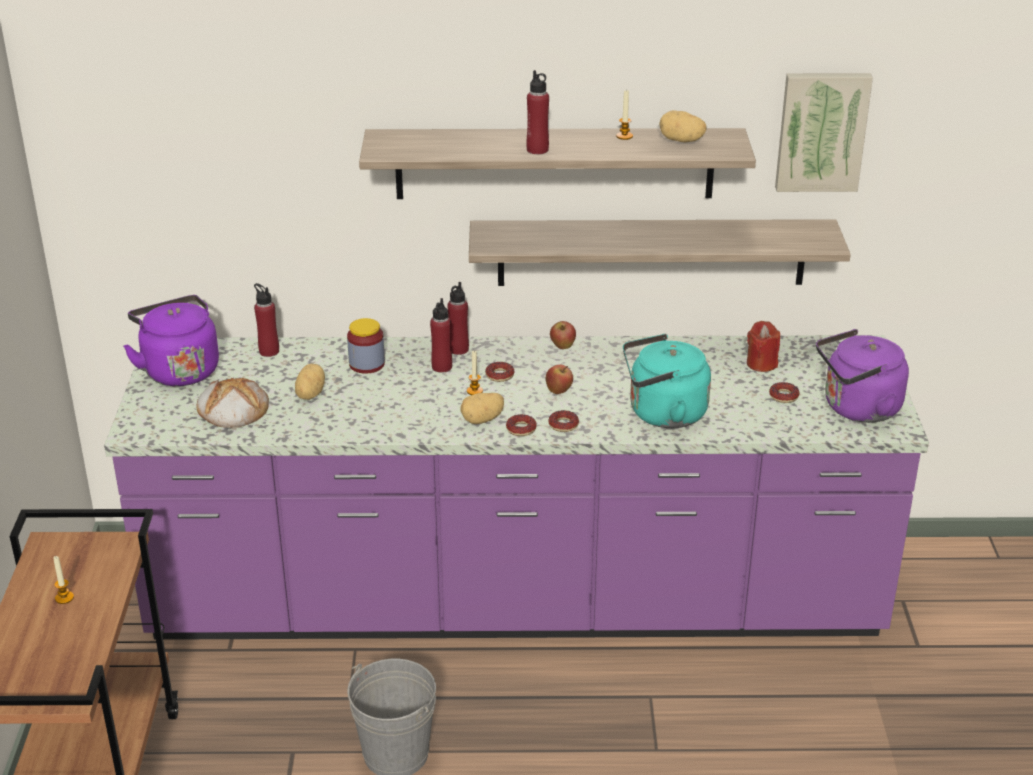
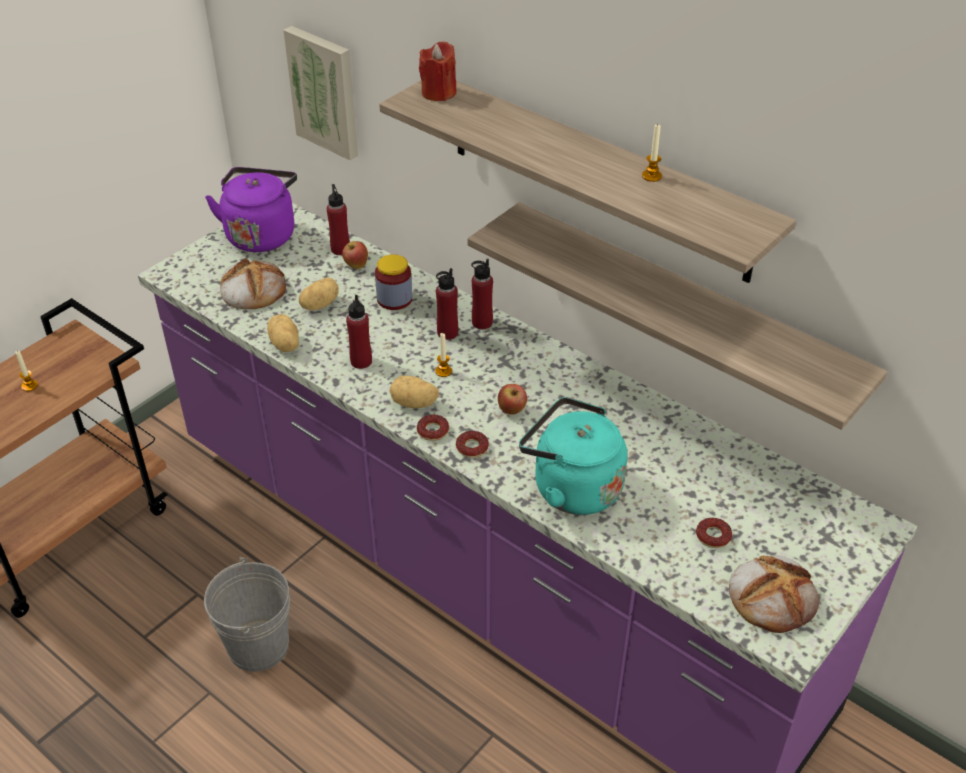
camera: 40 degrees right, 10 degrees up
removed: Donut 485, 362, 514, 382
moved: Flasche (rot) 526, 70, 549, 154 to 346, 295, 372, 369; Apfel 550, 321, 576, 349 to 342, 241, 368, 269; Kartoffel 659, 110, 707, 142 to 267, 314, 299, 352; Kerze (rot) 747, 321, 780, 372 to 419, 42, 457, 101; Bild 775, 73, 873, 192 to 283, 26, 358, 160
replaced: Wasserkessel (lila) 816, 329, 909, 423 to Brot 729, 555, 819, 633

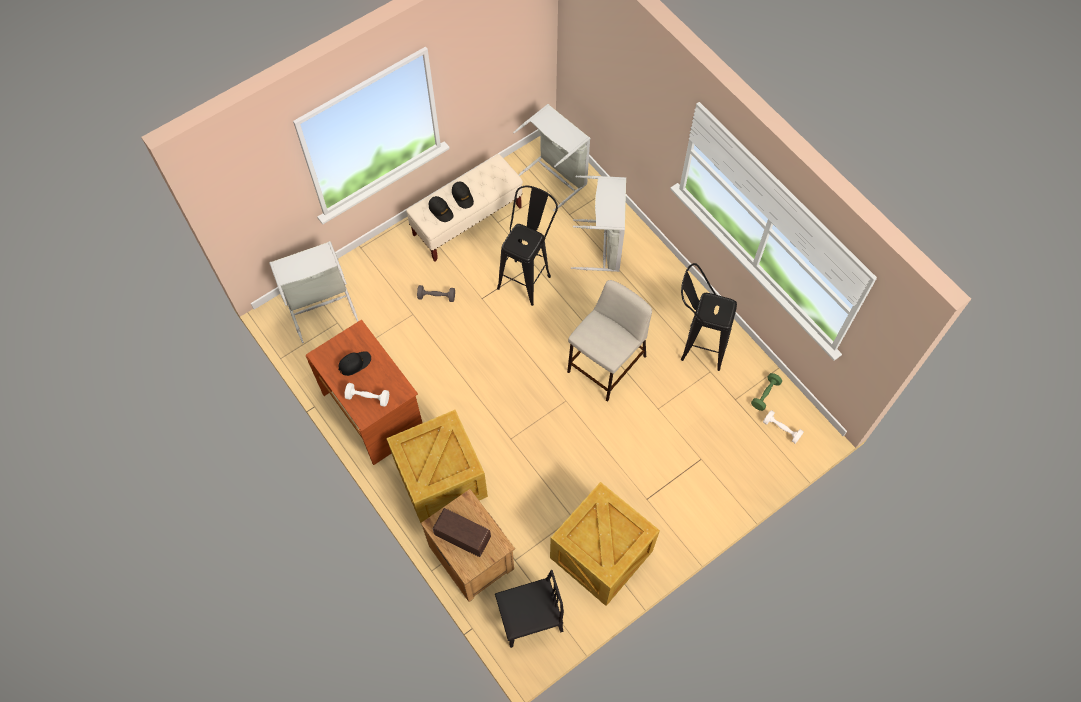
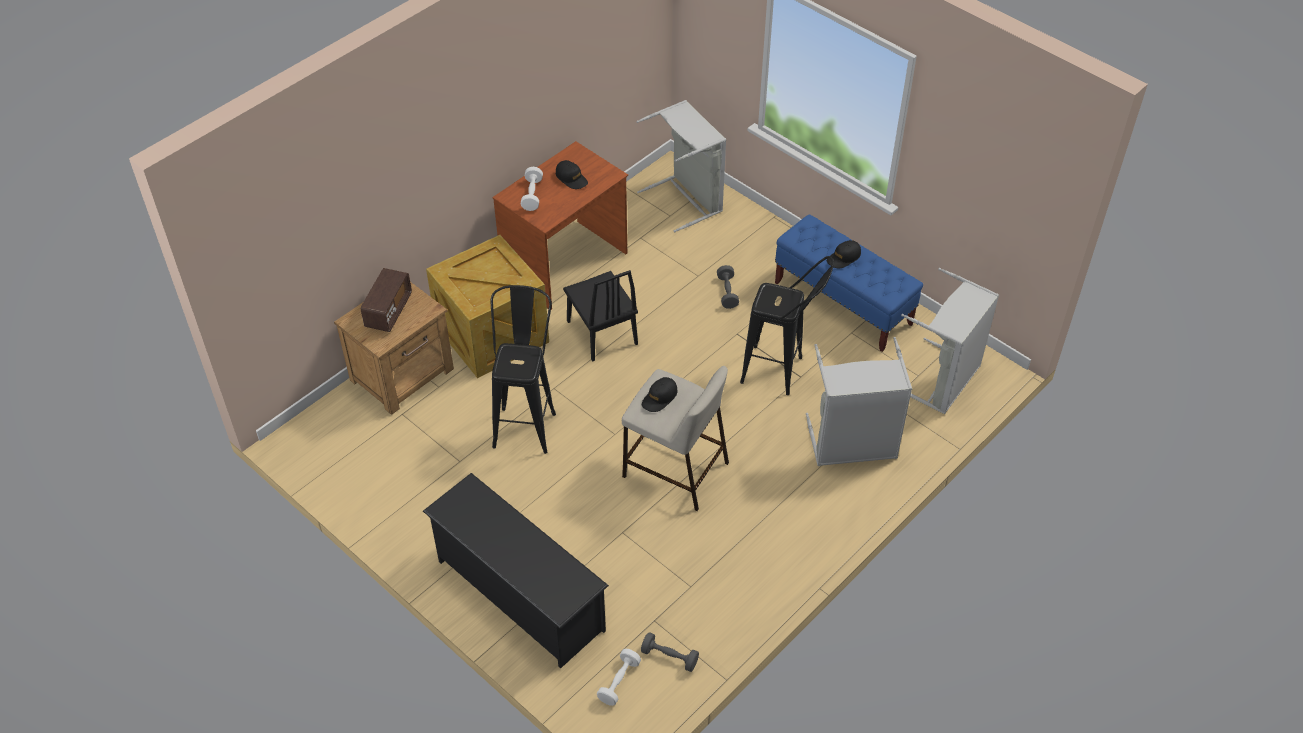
camera: 80 degrees right, 15 degrees down
removed: Kiste 550, 482, 660, 606
added: Schuhregal (schwarz) 423, 473, 609, 668
moved: Kappe (schwarz) 429, 196, 453, 222 to 642, 377, 677, 412; Stuhl (schwarz) 495, 570, 564, 648 to 563, 270, 638, 361; Hocker (schwarz) 681, 263, 737, 371 to 491, 285, 556, 454
recoloured: Bank (beige) 406, 154, 523, 262 to Bank (blau) 775, 215, 923, 352; Hantel (grün) 751, 373, 782, 411 to Hantel (grau) 641, 632, 699, 672

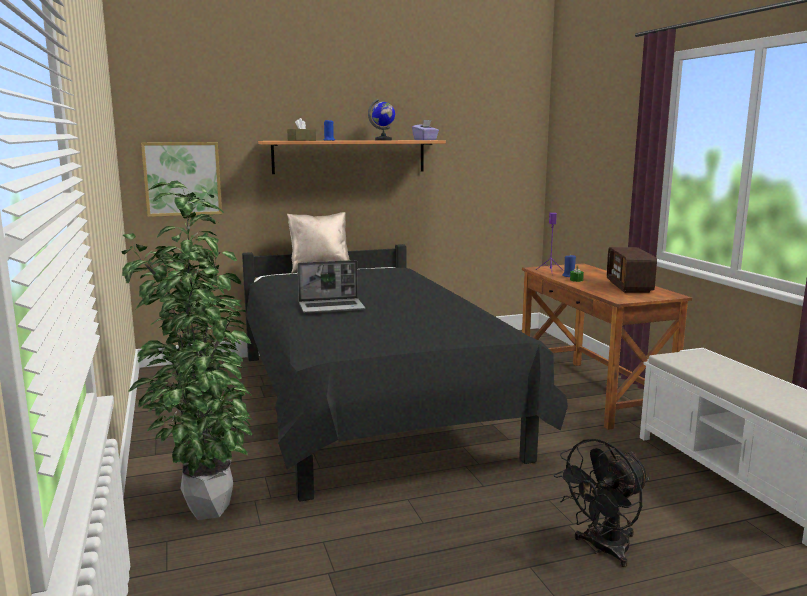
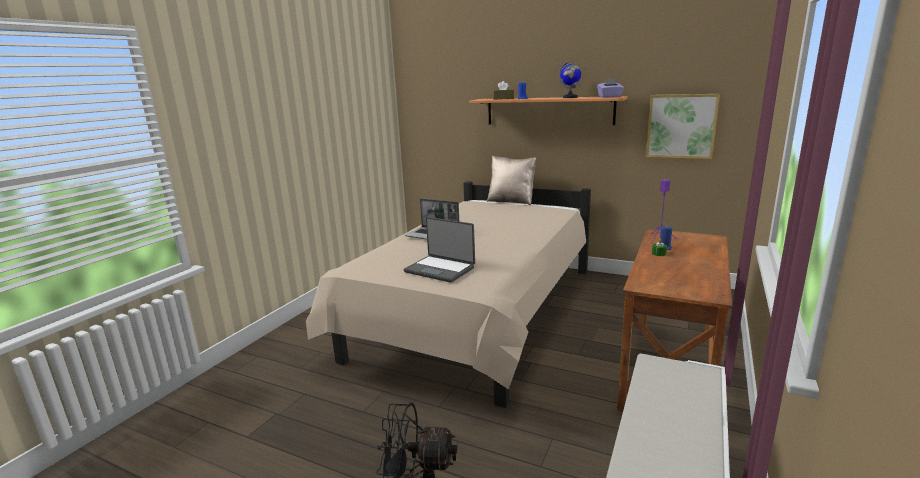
camera: 45 degrees right, 5 degrees up
removed: Topfpflanze 121, 180, 252, 520; Radio 607, 247, 657, 293
added: Laptop 404, 217, 475, 283
moved: Bild 141, 142, 222, 217 to 646, 94, 720, 159
recoloured: Bett (schwarz) 242, 244, 568, 502 to Bett (beige) 306, 181, 591, 408

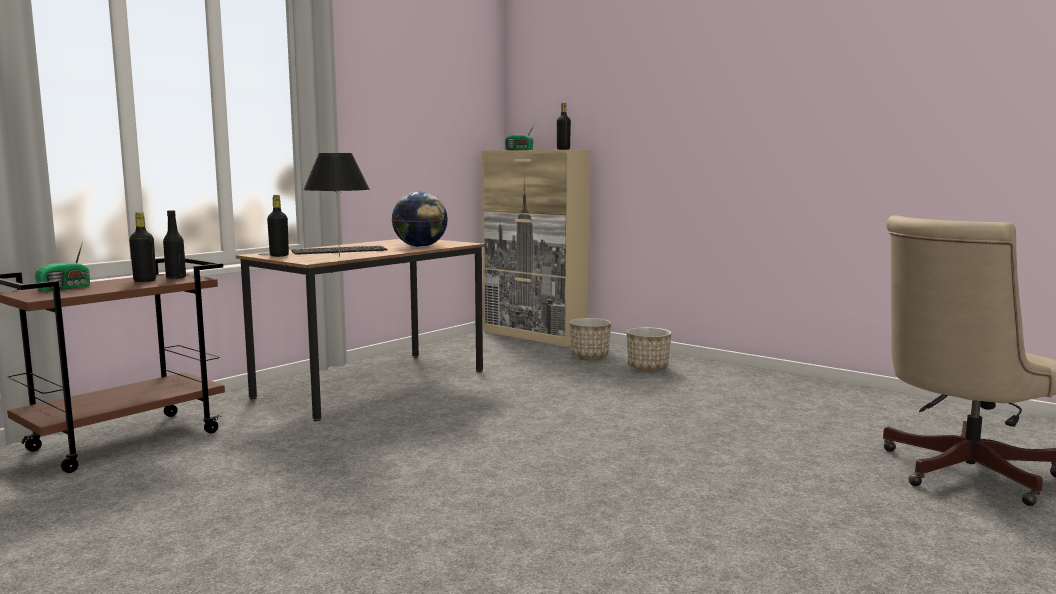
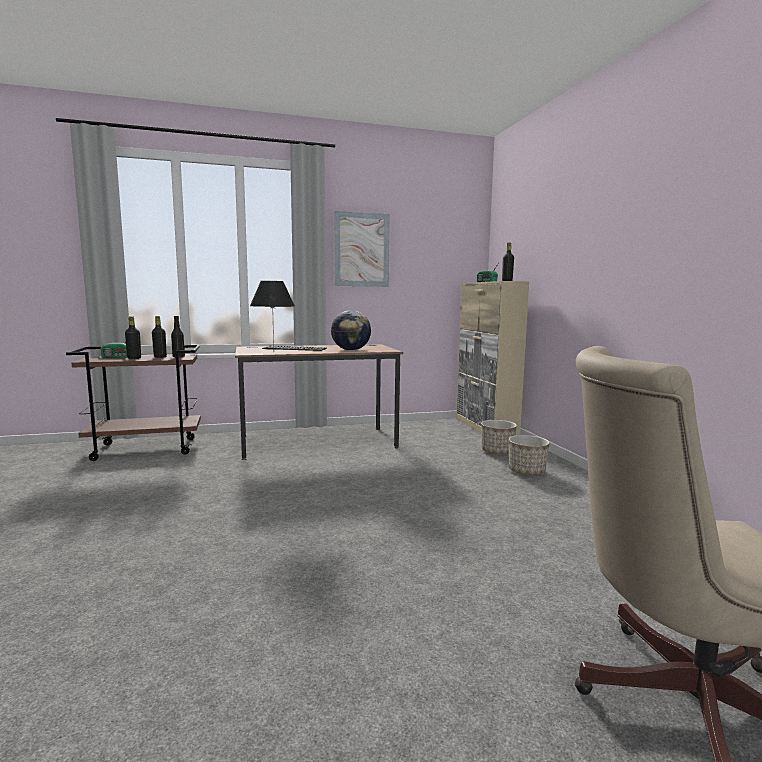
camera: 35 degrees right, 0 degrees up
added: Bild 334, 211, 390, 287
moved: Flasche (schwarz) 267, 195, 289, 257 to 125, 316, 141, 359

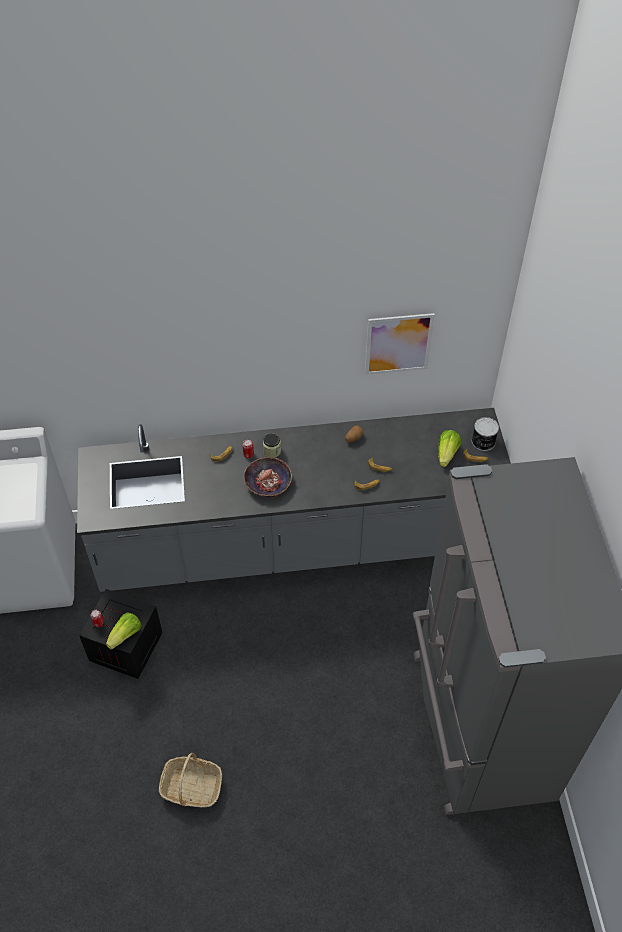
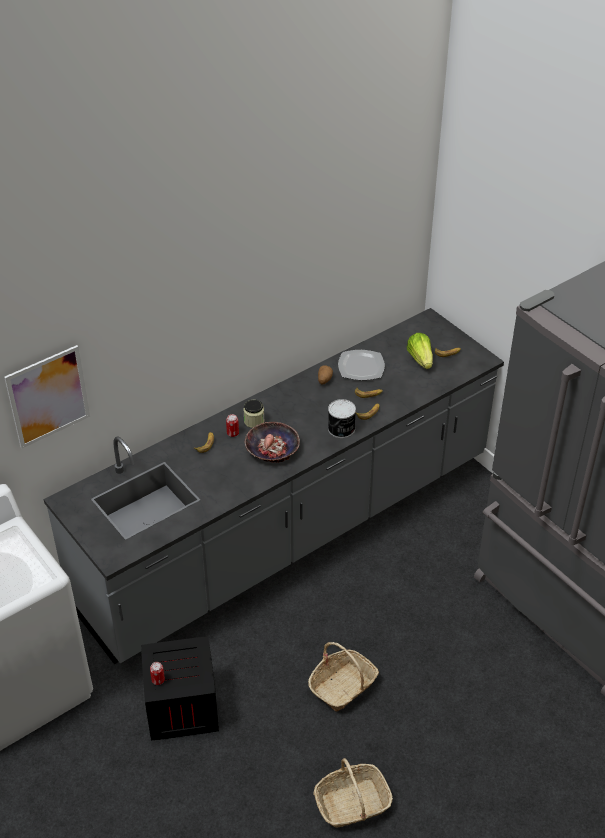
camera: 30 degrees left, 10 degrees down
removed: Salatkopf 106, 612, 142, 650
added: Korb 308, 642, 379, 712; Teller 338, 350, 385, 380
moved: Bild 365, 313, 435, 375 to 4, 345, 90, 448; Dose 472, 417, 499, 451 to 328, 399, 356, 438

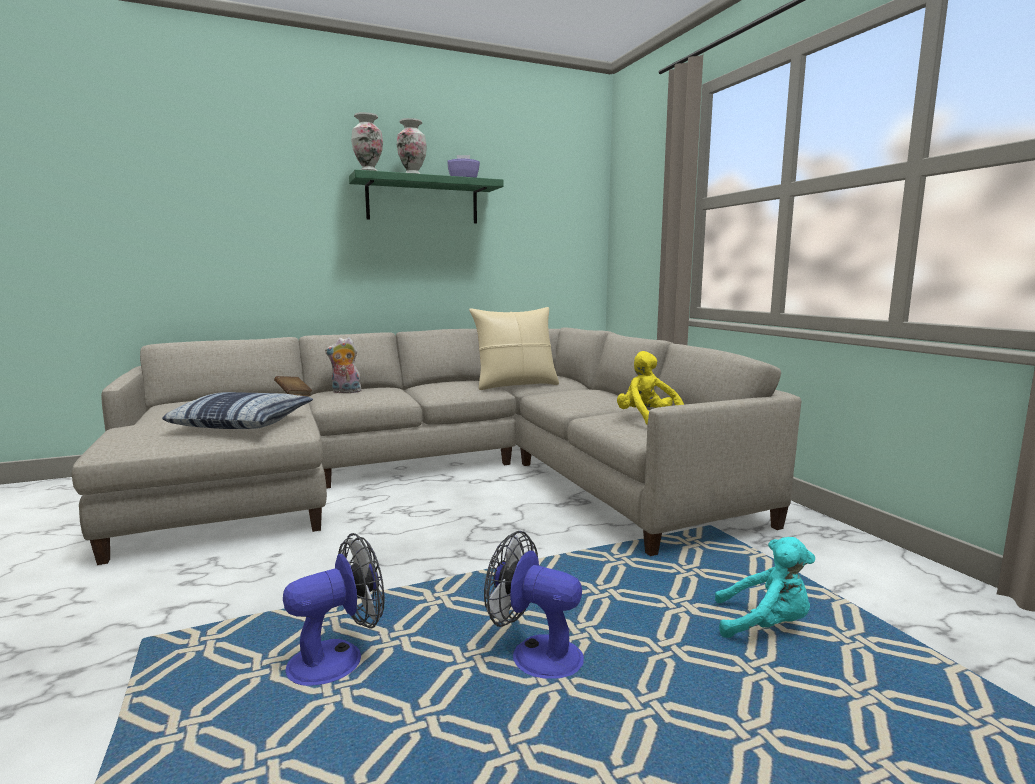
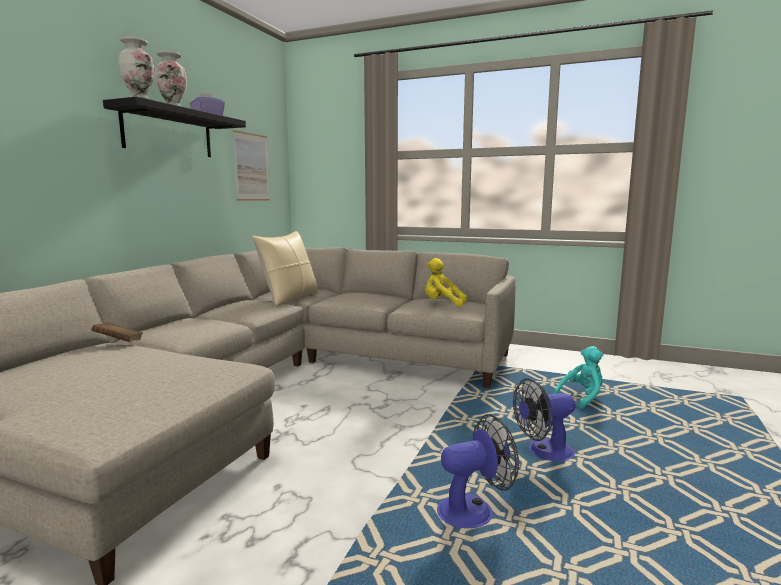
camera: 45 degrees left, 0 degrees up
removed: Kissen 162, 392, 313, 429; Plüschtier 325, 337, 362, 393
added: Bild 233, 130, 270, 201
recoloured: Wandregal (grün) 349, 169, 504, 223 to Wandregal (schwarz) 103, 97, 246, 157
turned: Ventilator 283, 533, 385, 686 = 437, 414, 519, 528 60 degrees clockwise

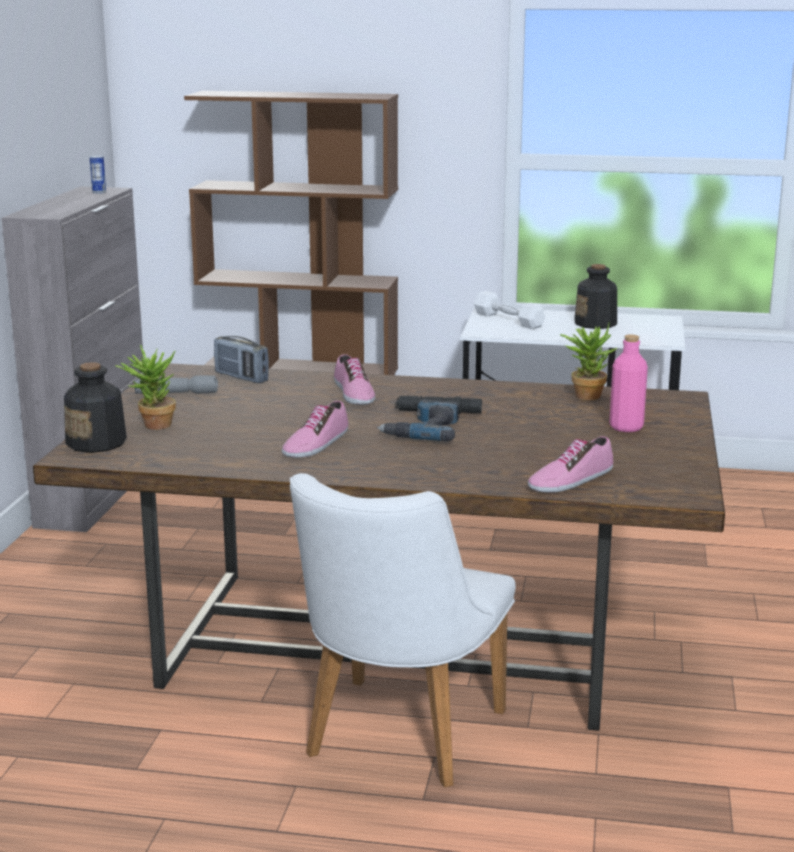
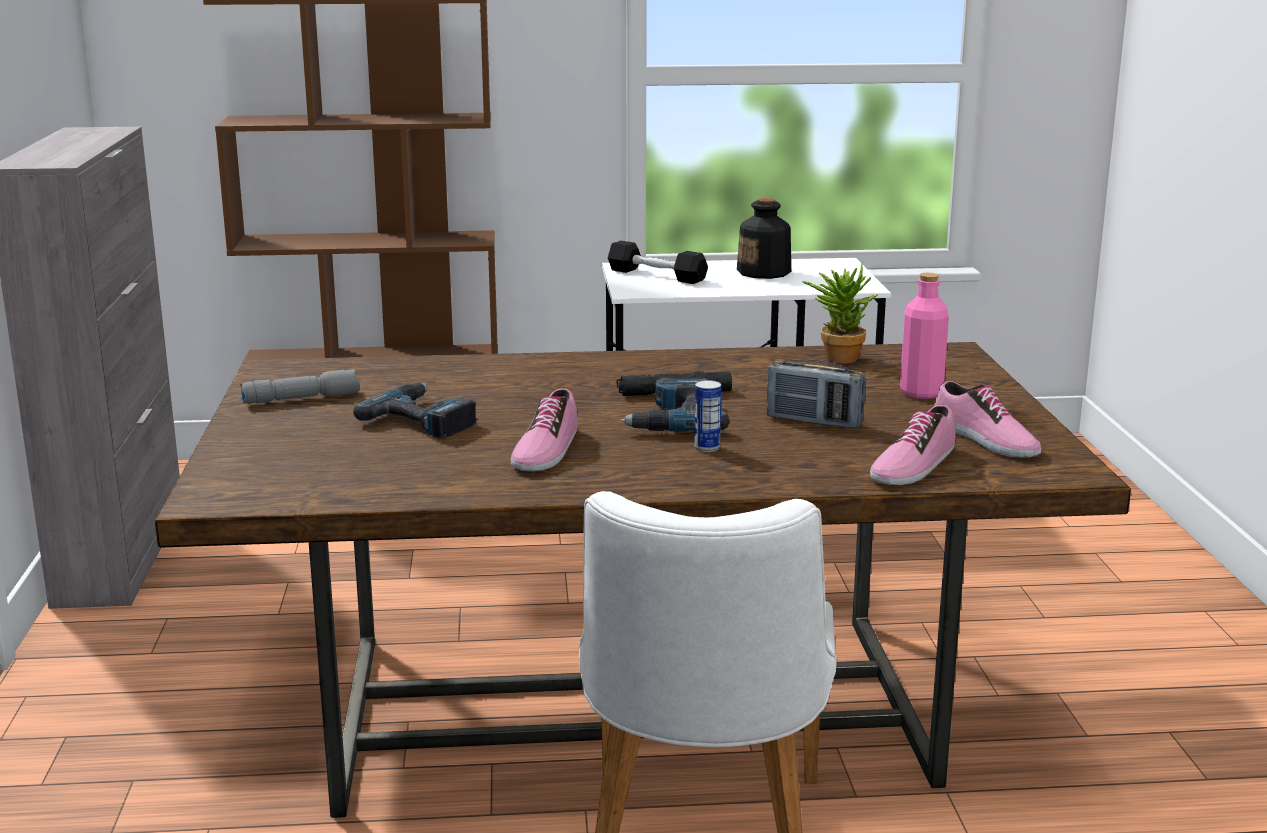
camera: 15 degrees left, 0 degrees up
removed: Flasche 64, 362, 127, 453; Topfpflanze 115, 345, 176, 430
added: Bohrmaschine 353, 382, 477, 439
moved: Dose 90, 156, 106, 194 to 694, 380, 721, 452; Radio 214, 336, 269, 383 to 767, 360, 865, 429; Schuh 334, 354, 375, 405 to 934, 381, 1041, 458
recoloured: Hantel (weiß) 474, 291, 545, 329 to Hantel (schwarz) 608, 241, 708, 284

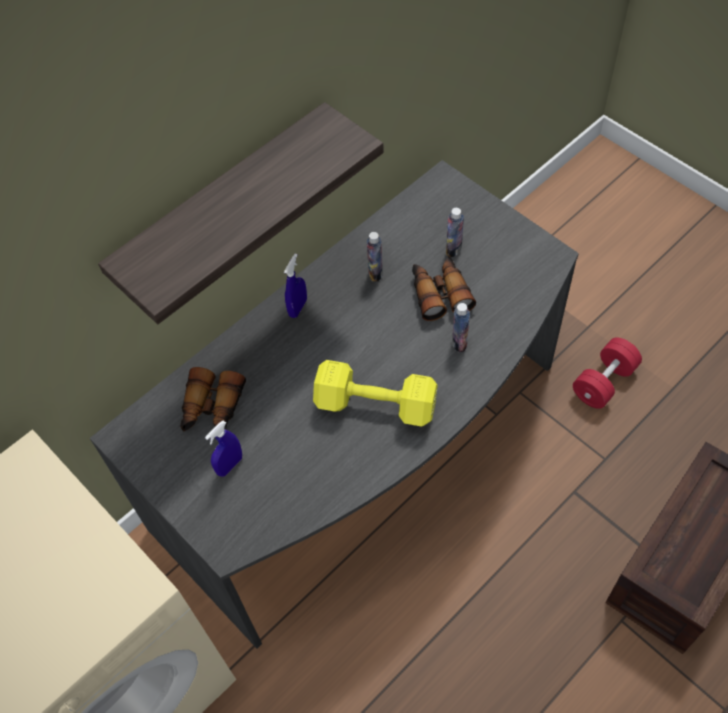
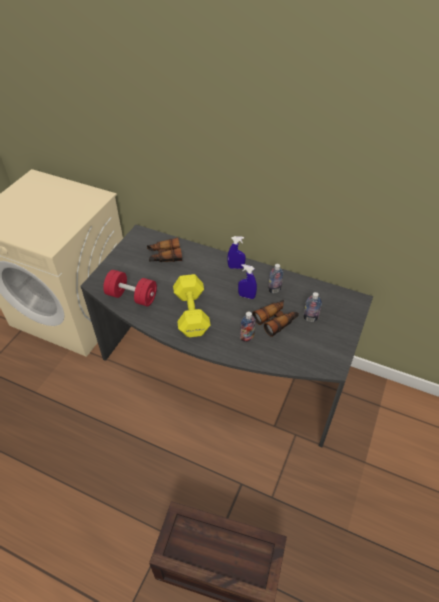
camera: 65 degrees right, 10 degrees down
removed: Wandregal 98, 102, 384, 324
moved: Sprühflasche (blau) 205, 420, 242, 477 to 238, 264, 257, 299; Hantel (rot) 573, 337, 642, 409 to 103, 270, 157, 306

